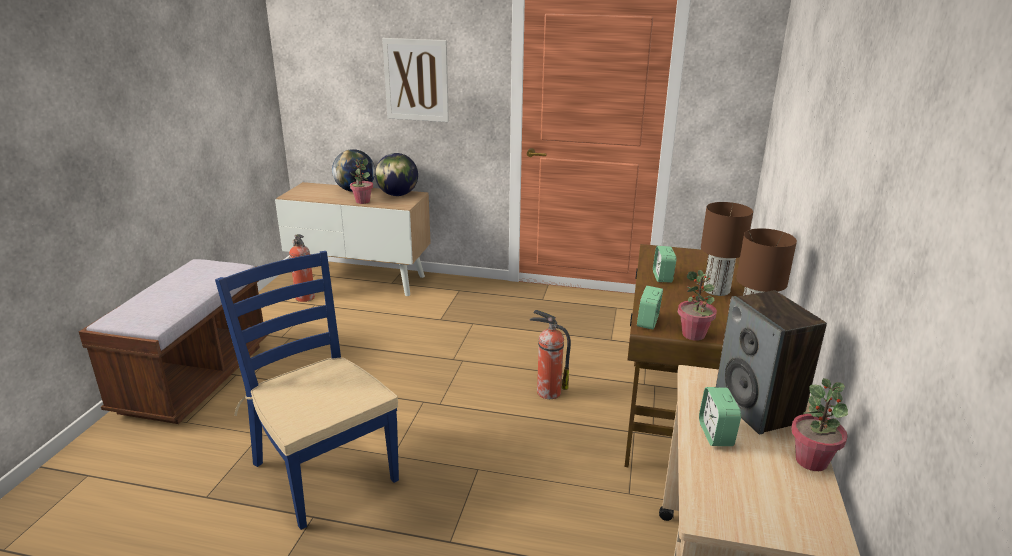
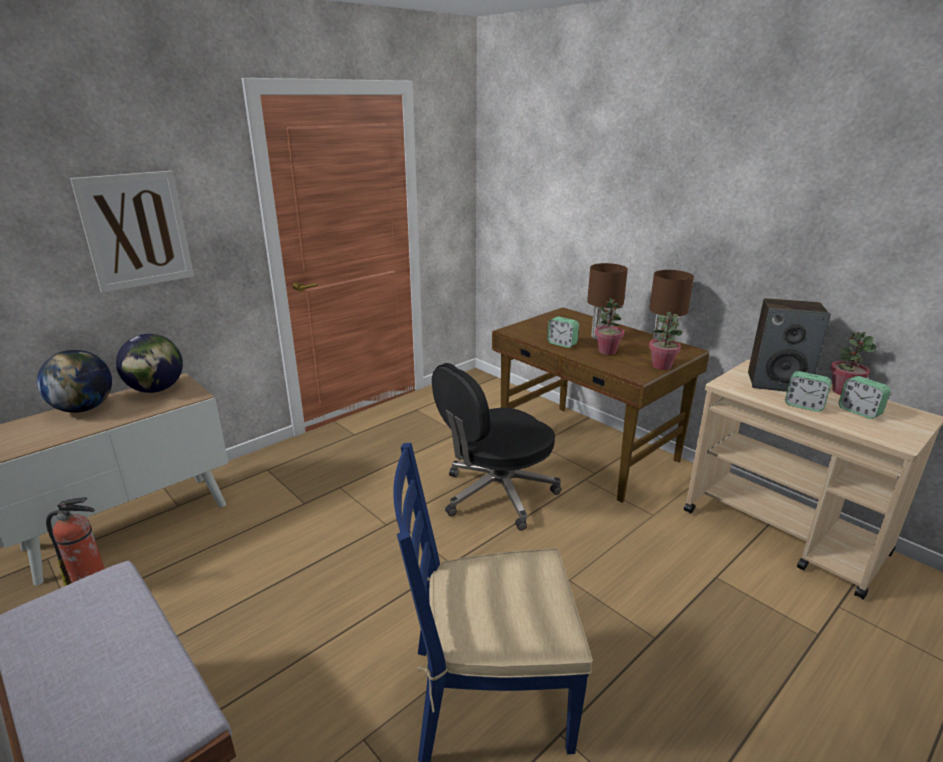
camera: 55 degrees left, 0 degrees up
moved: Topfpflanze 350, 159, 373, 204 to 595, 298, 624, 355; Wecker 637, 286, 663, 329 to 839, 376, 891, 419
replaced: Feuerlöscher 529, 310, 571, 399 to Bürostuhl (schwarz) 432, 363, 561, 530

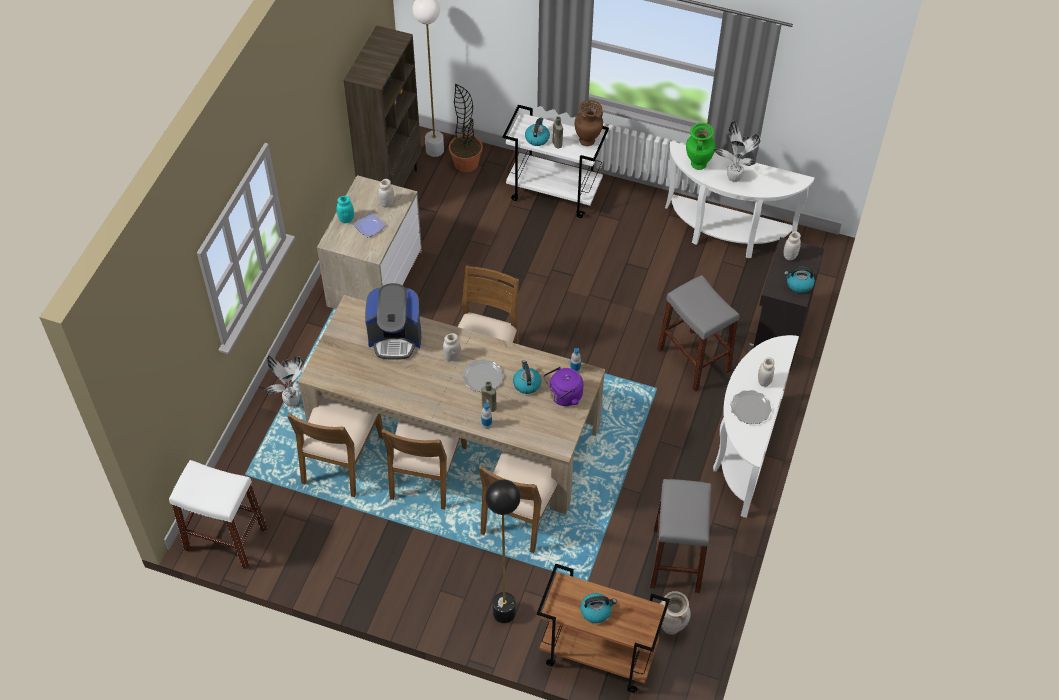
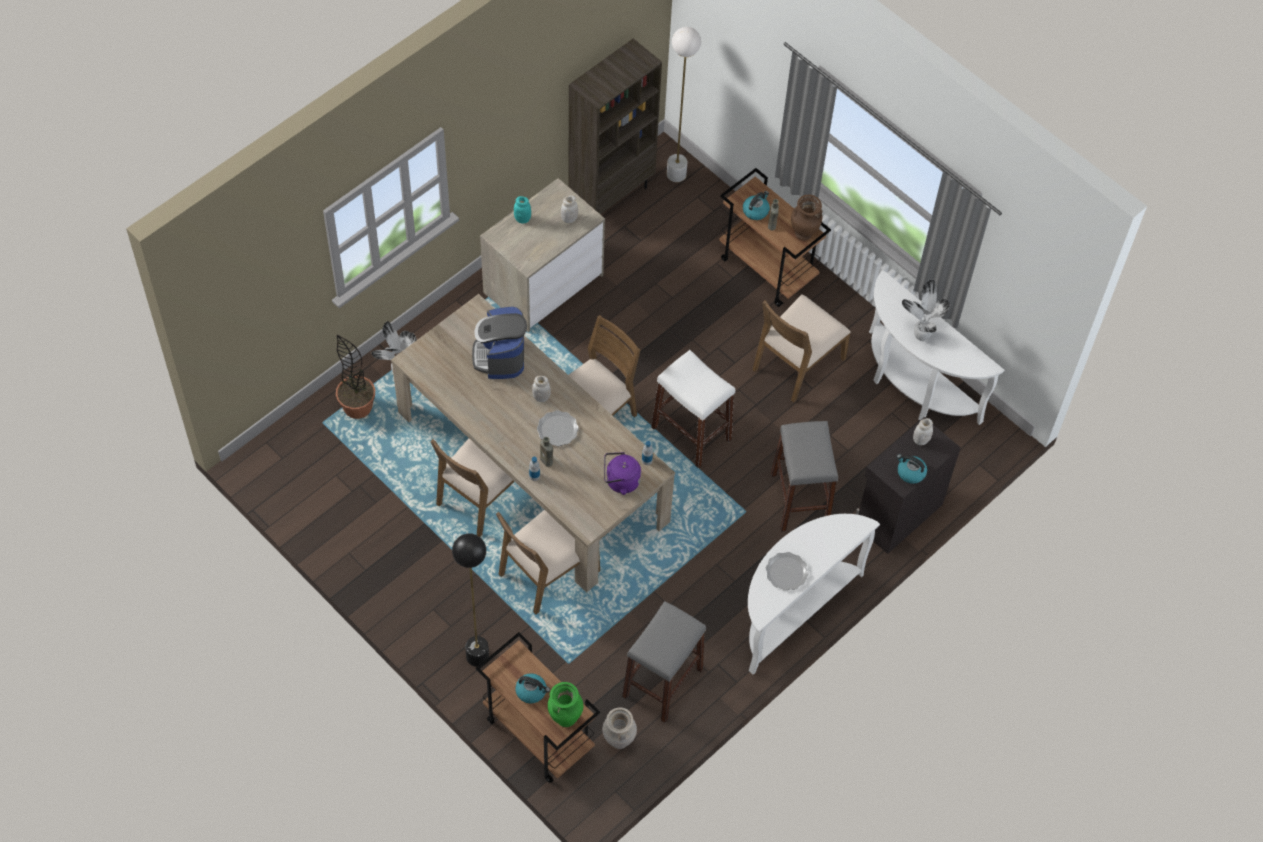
camera: 25 degrees right, 5 degrees up
removed: Teller 353, 212, 386, 237; Wasserkessel 513, 360, 541, 394; Vorratsglas (weiß) 758, 357, 774, 387
moved: Hocker (weiß) 169, 460, 267, 569 to 651, 350, 735, 468; Stuhl (braun) 287, 395, 383, 497 to 752, 294, 851, 403; Topfpflanze 449, 84, 483, 172 to 336, 335, 375, 419; Vase (grün) 686, 123, 716, 170 to 548, 682, 584, 727
recoloured: Rollwagen (weiß) 503, 105, 609, 218 to Rollwagen (braun) 719, 168, 831, 307
turned: Kaffeemaschine 365, 283, 421, 360 = 472, 307, 527, 379 60 degrees clockwise

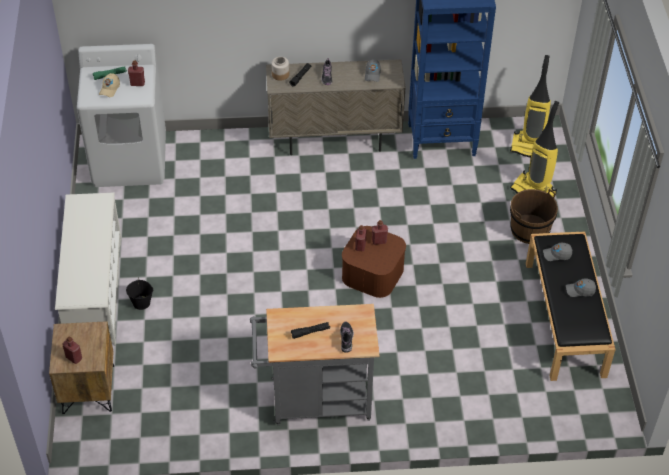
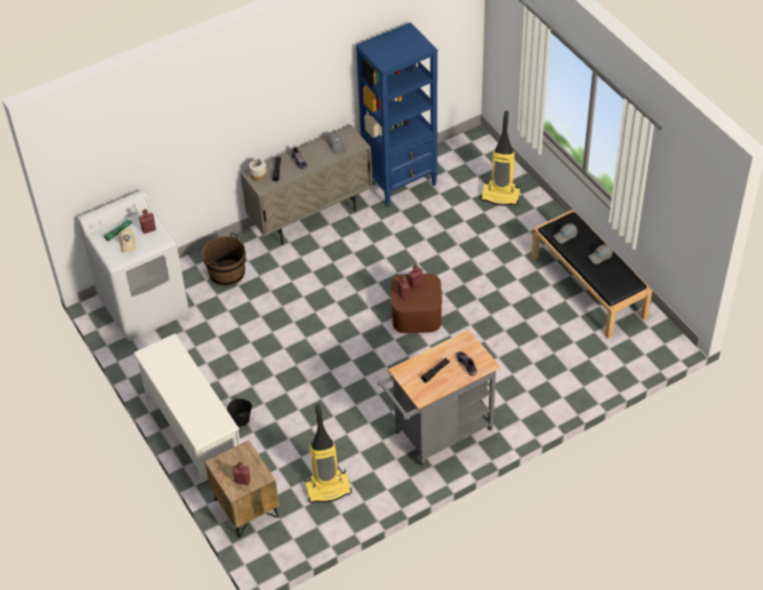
camera: 25 degrees left, 0 degrees up
moved: Staubsauger 510, 55, 551, 158 to 305, 404, 352, 503; Eimer (braun) 510, 189, 558, 244 to 202, 232, 246, 286

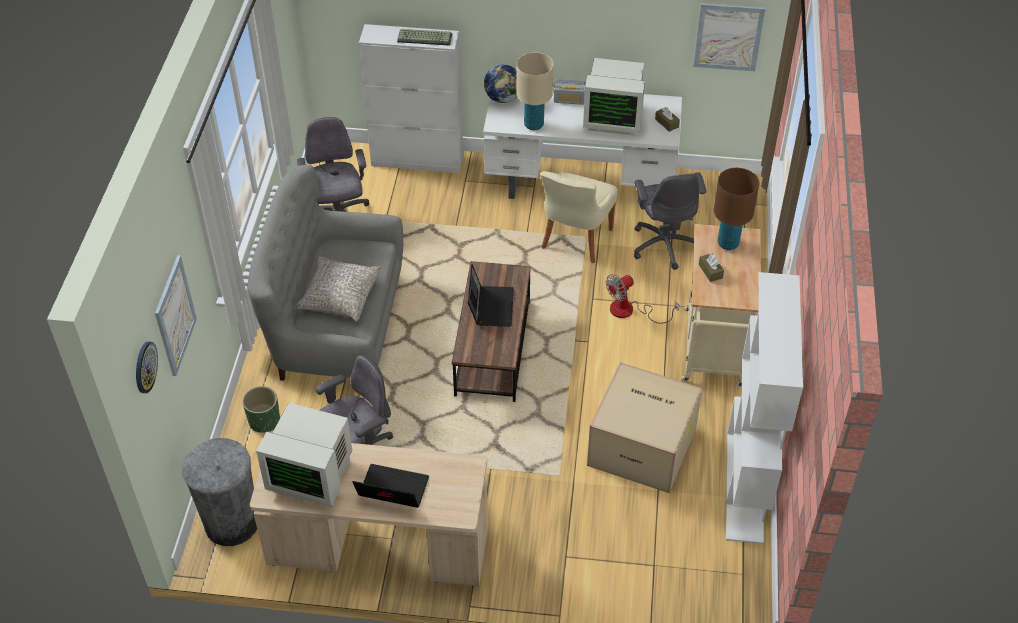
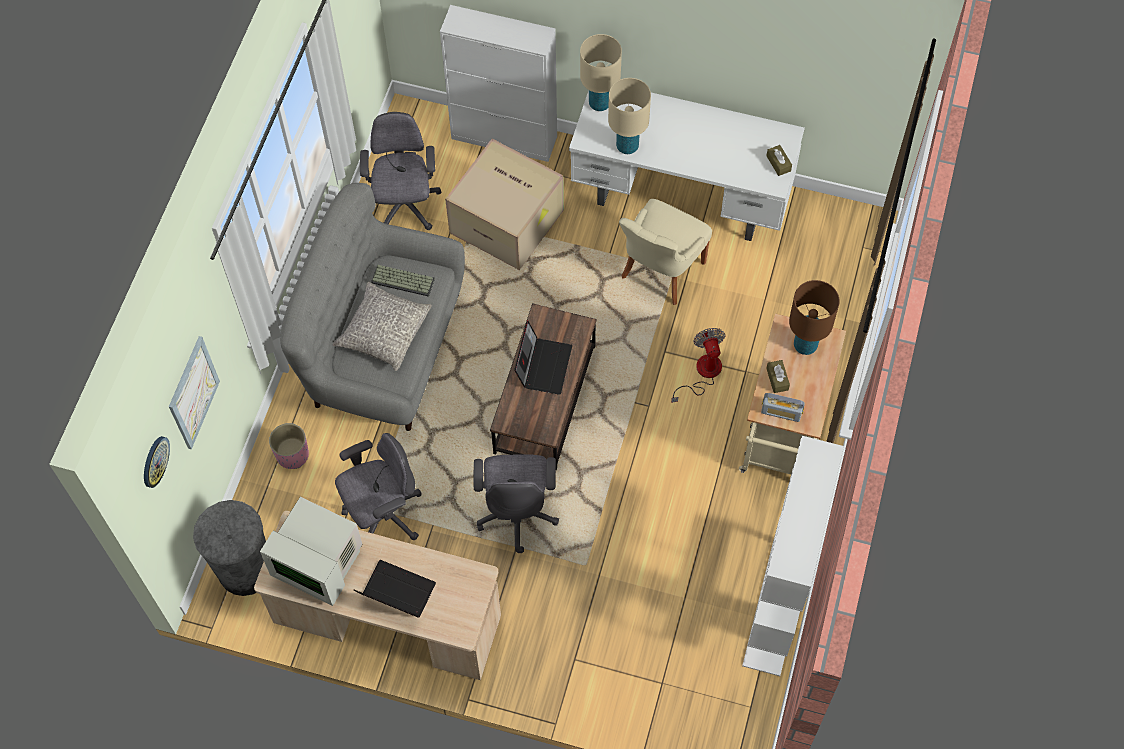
camera: 10 degrees right, 15 degrees up
removed: Monitor 583, 58, 645, 136; Bild 693, 3, 765, 71
moved: Tastatur 397, 29, 452, 46 to 371, 265, 435, 297; Radio 553, 79, 586, 105 to 761, 393, 805, 422; Karton 587, 362, 703, 493 to 445, 139, 564, 270; Bürostuhl (grau) 634, 172, 706, 270 to 474, 454, 559, 553
replaced: Globus 484, 64, 517, 103 to Tischlampe (beige) 580, 34, 622, 111
recoloured: Pflanzkübel (grün) 242, 386, 280, 433 to Pflanzkübel (rosa) 269, 423, 309, 469
turned: Ventilator 606, 274, 679, 323 = 671, 328, 726, 403 105 degrees clockwise

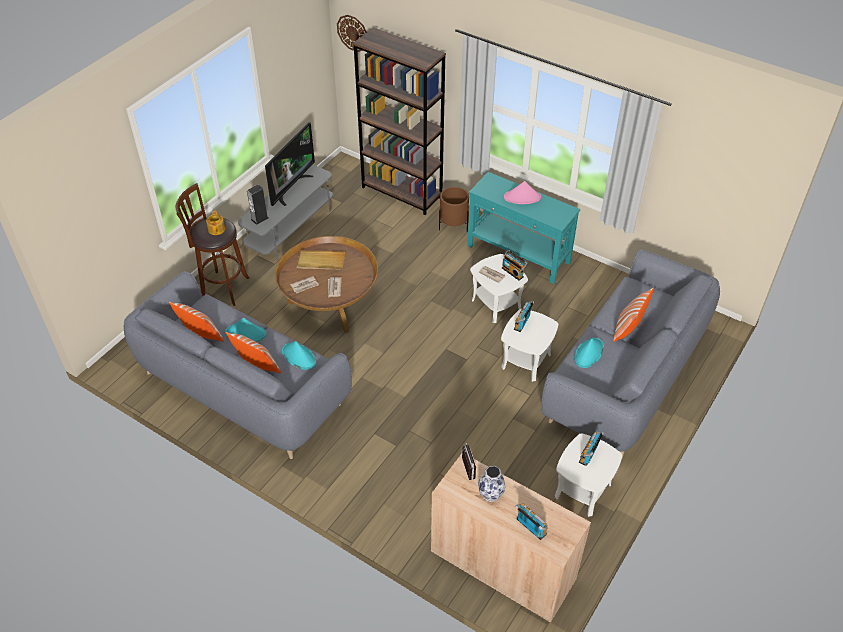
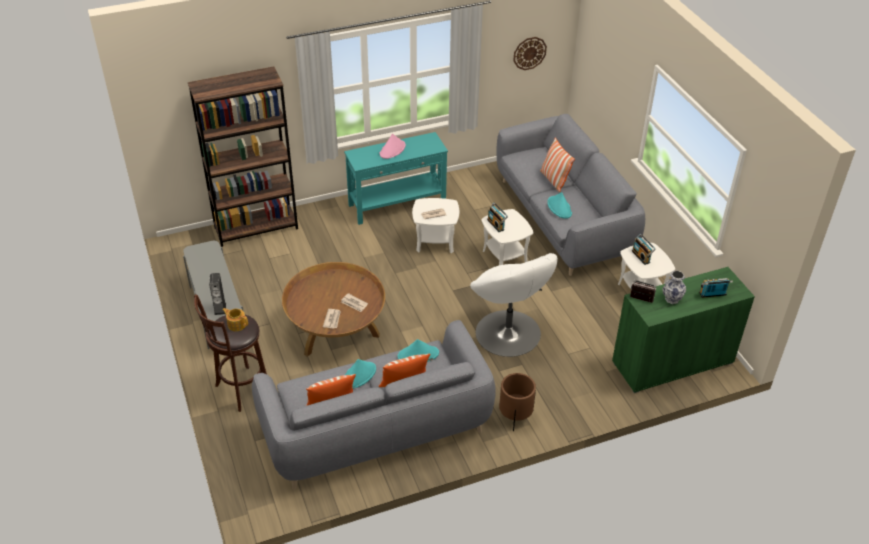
camera: 55 degrees left, 5 degrees down
removed: Fernseher 265, 122, 315, 206; Tablett (beige) 297, 251, 345, 270; Radio 502, 250, 528, 280
added: Sessel (weiß) 470, 253, 558, 357
moved: Wanduhr 337, 15, 367, 52 to 513, 37, 547, 70; Pflanzkübel (braun) 439, 187, 469, 231 to 499, 373, 536, 431
recoloured: Schrank (beige) 431, 454, 591, 623 to Schrank (grün) 612, 267, 755, 393

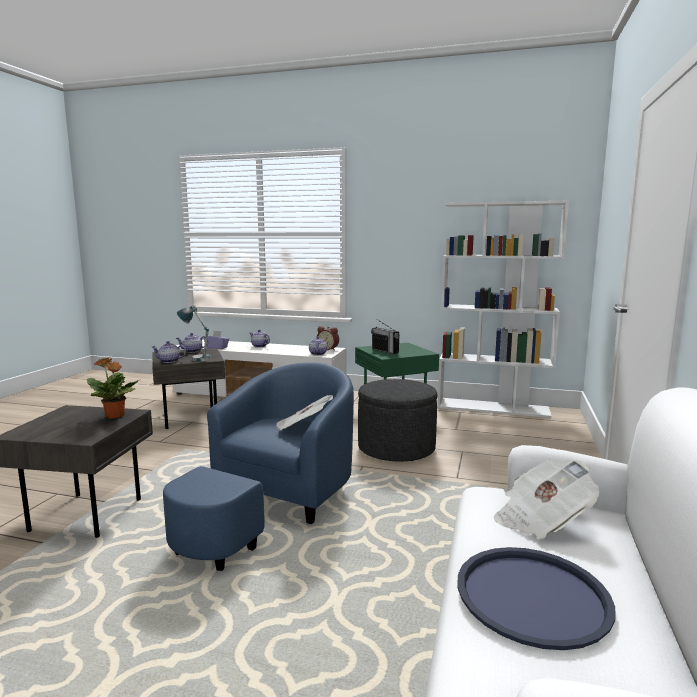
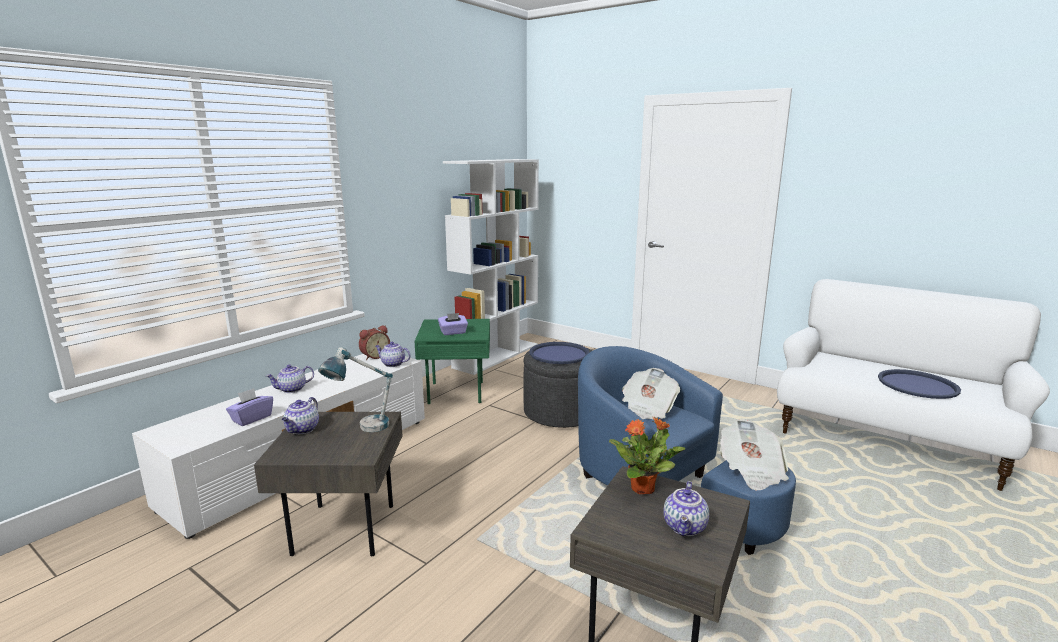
camera: 70 degrees left, 5 degrees up
added: Tablett (blau) 529, 342, 590, 364
moved: Teekanne 152, 341, 186, 363 to 663, 481, 709, 536; Zeitung 494, 460, 599, 539 to 720, 419, 789, 491
replaced: Radio 371, 319, 400, 354 to Taschentuchbox (lila) 438, 313, 468, 335

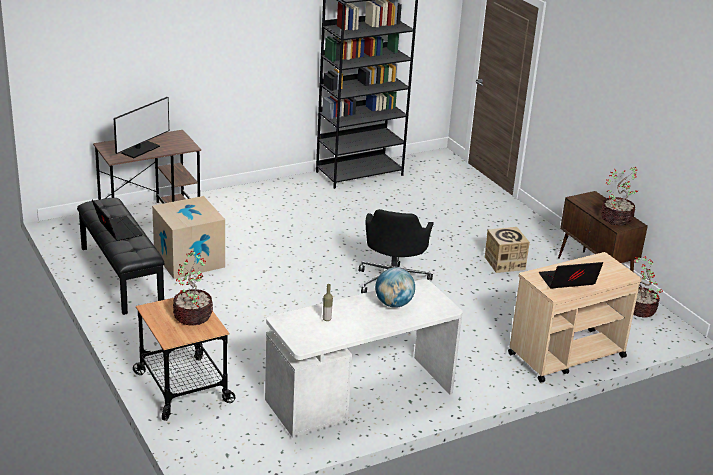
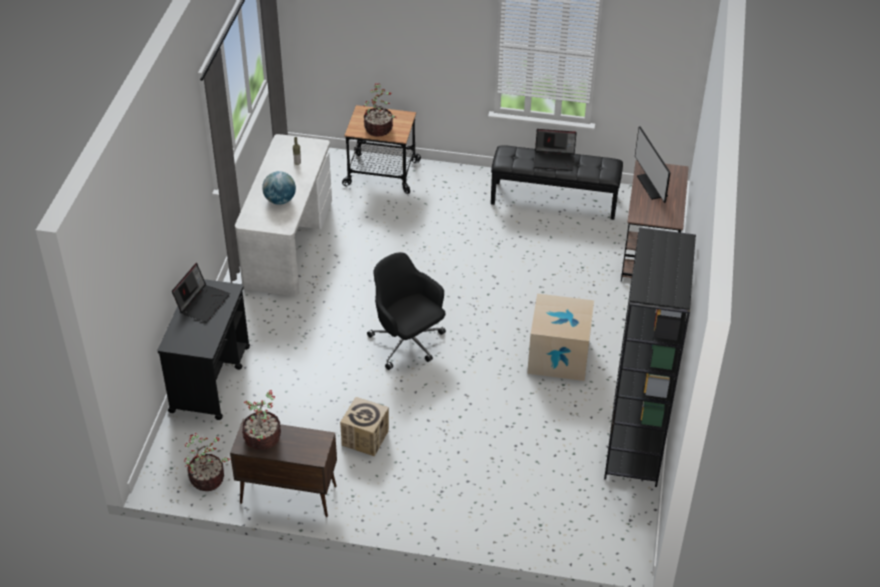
camera: 130 degrees right, 15 degrees up
moved: Karton 152, 196, 225, 279 to 527, 294, 594, 381
recoloured: Rollwagen (beige) 508, 252, 642, 382 to Rollwagen (schwarz) 157, 279, 250, 420

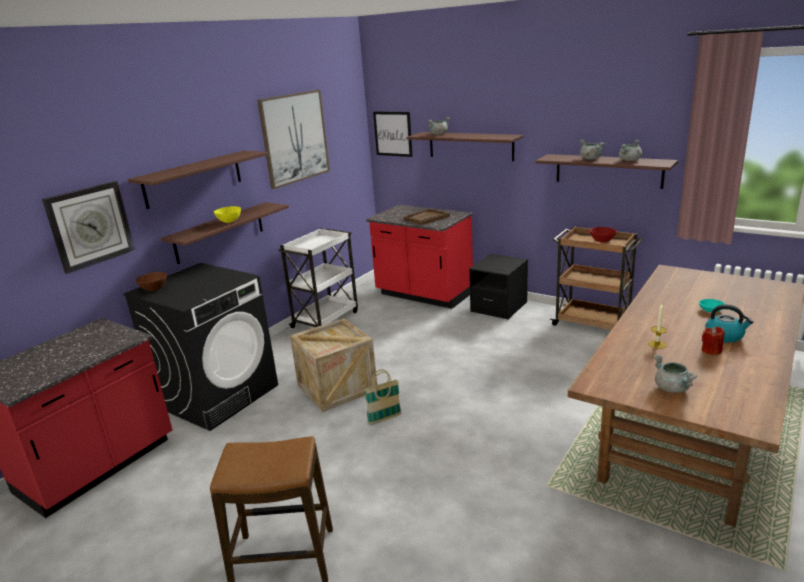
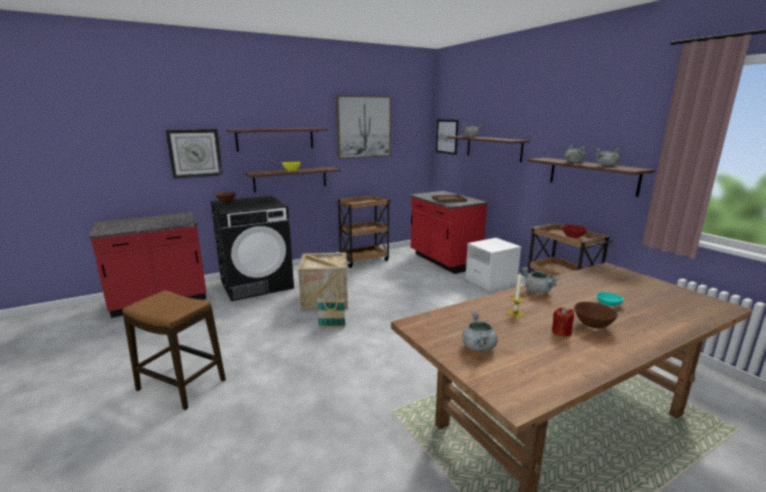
camera: 25 degrees right, 5 degrees down
added: Kochtopf (grau) 522, 267, 560, 294
replaced: Wasserkessel 705, 304, 753, 342 to Schüssel (braun) 574, 302, 618, 329
recoloured: Rollwagen (weiß) 278, 228, 358, 328 to Rollwagen (braun) 335, 195, 392, 268; Nachttisch (schwarz) 469, 254, 528, 319 to Nachttisch (weiß) 465, 238, 521, 291

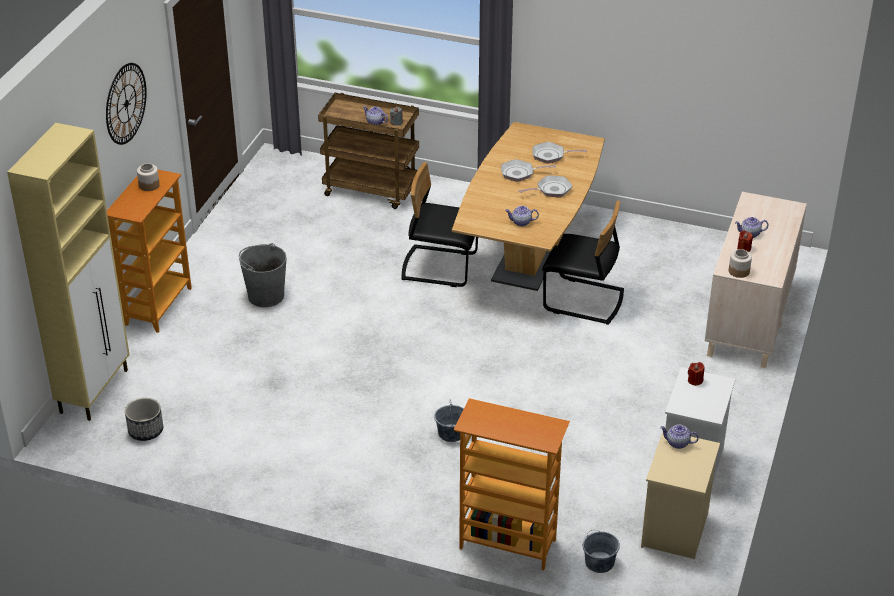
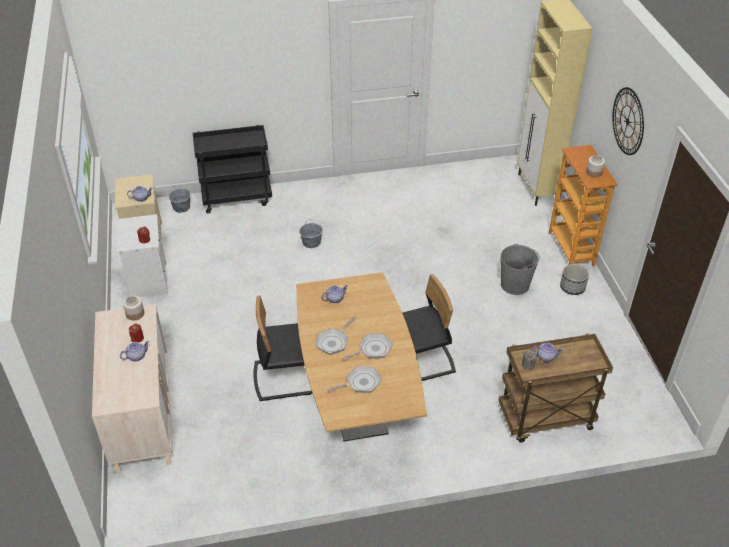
camera: 150 degrees right, 5 degrees up
moved: Pflanzkübel 125, 398, 163, 441 to 560, 264, 589, 295
replaced: Bücherregal 454, 398, 570, 570 to Rollwagen (schwarz) 193, 125, 272, 213

